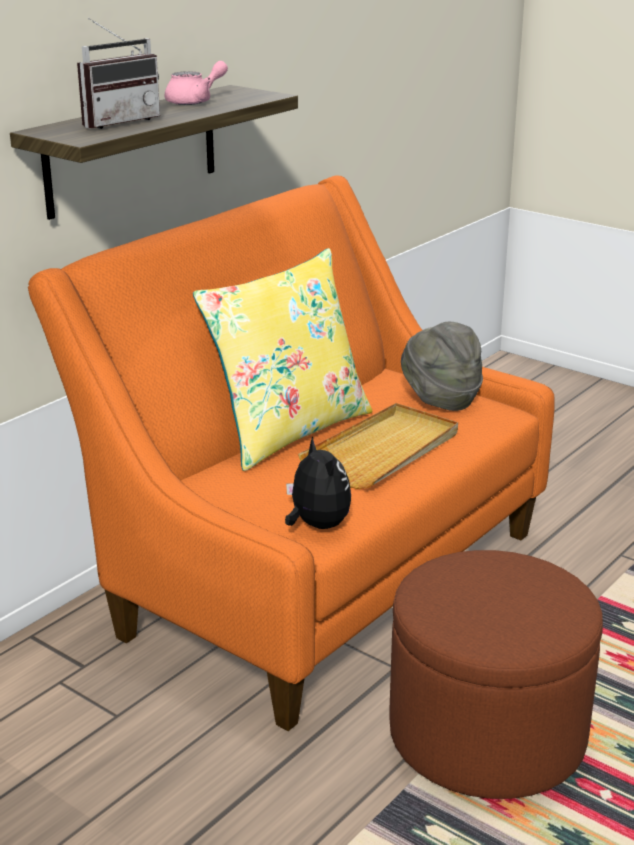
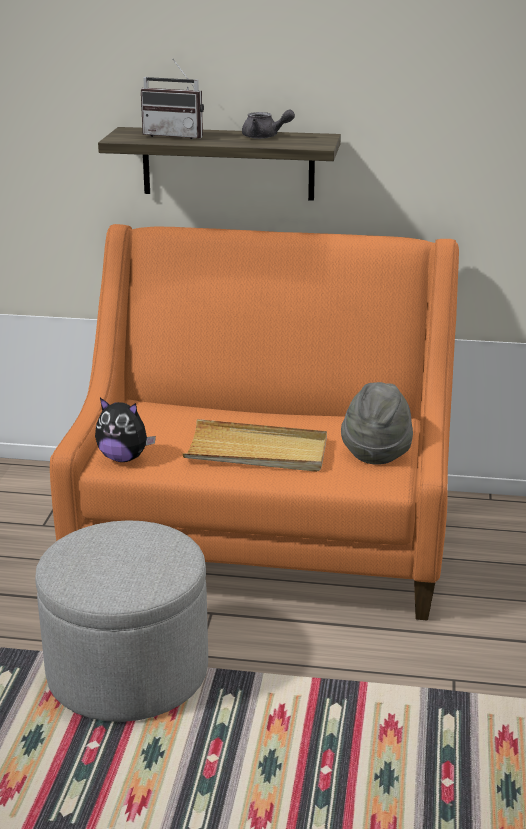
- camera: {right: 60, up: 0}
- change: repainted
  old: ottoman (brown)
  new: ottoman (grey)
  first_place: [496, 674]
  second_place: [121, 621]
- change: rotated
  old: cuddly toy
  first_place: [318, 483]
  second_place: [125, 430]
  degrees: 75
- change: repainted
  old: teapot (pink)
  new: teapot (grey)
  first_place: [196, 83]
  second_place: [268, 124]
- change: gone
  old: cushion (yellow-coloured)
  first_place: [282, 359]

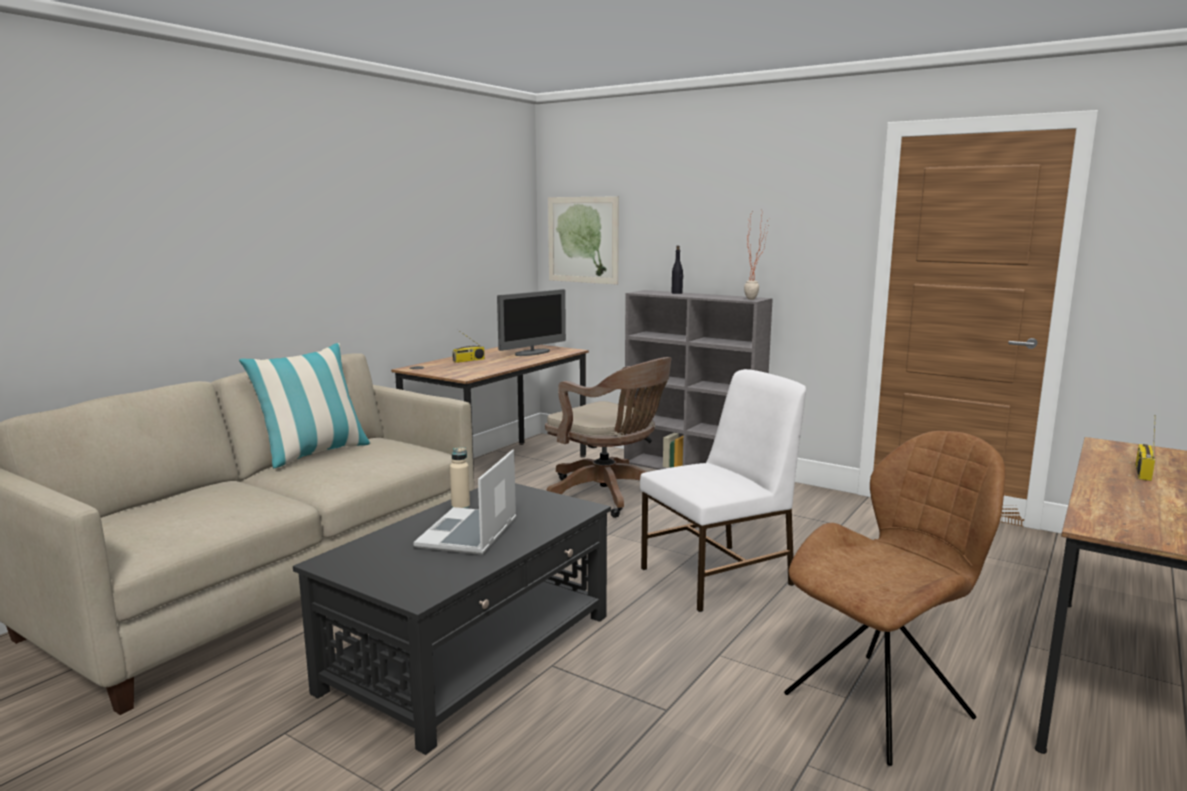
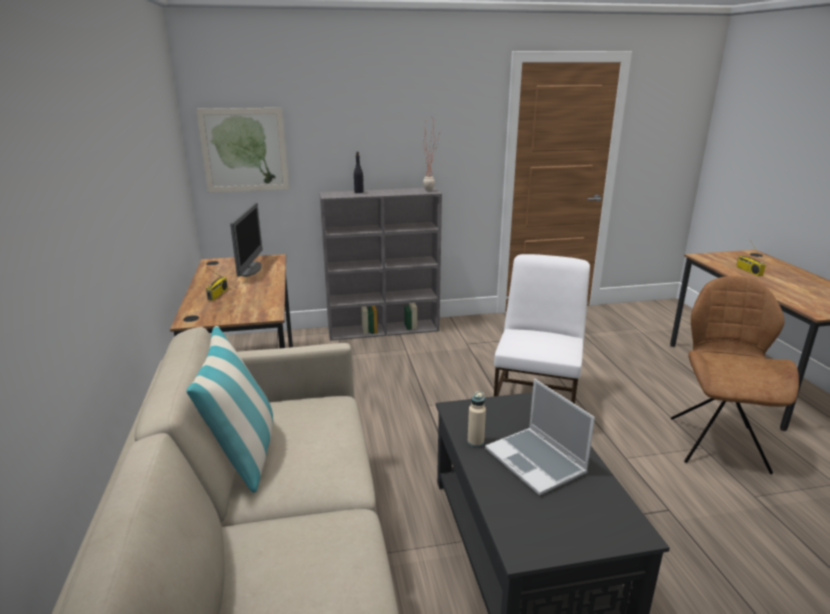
- camera: {right: -45, up: 10}
- change: gone
  old: computer chair (brown)
  first_place: [608, 437]

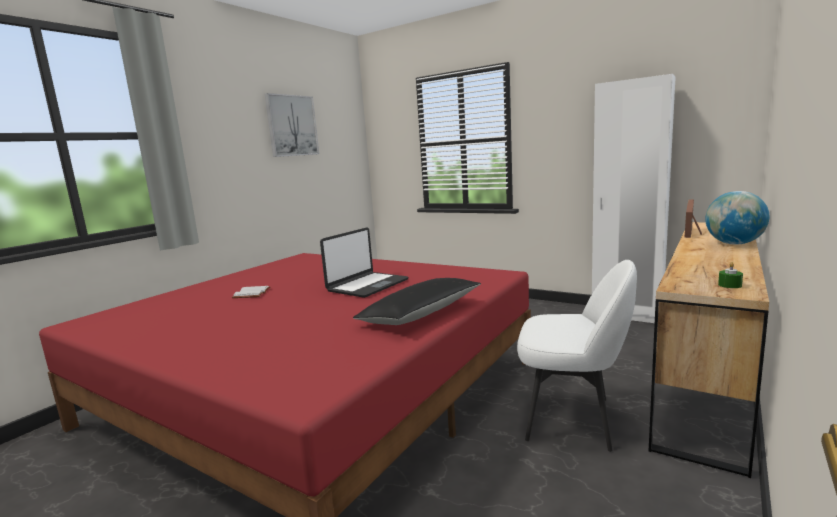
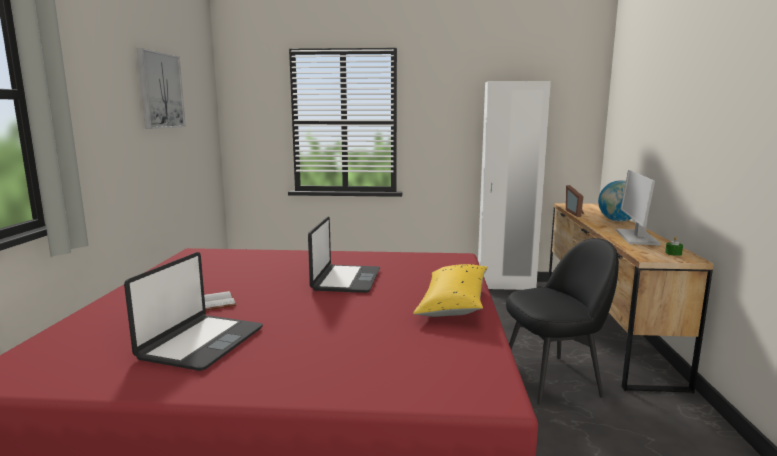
- camera: {right: -30, up: 0}
- change: new
  new: laptop
  second_place: [193, 311]
- change: repainted
  old: cushion (blackish)
  new: cushion (yellow-coloured)
  first_place: [417, 301]
  second_place: [450, 290]
- change: repainted
  old: upright chair (whitish)
  new: upright chair (blackish)
  first_place: [577, 356]
  second_place: [562, 321]
- change: new
  new: computer display
  second_place: [638, 208]

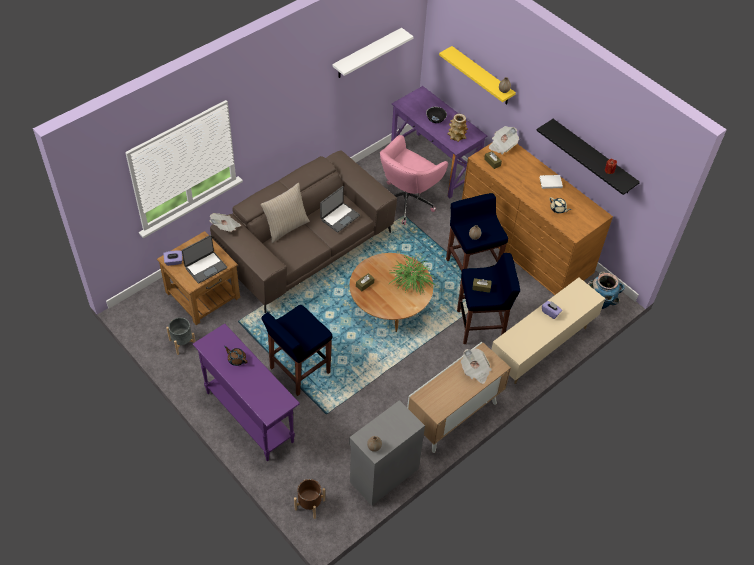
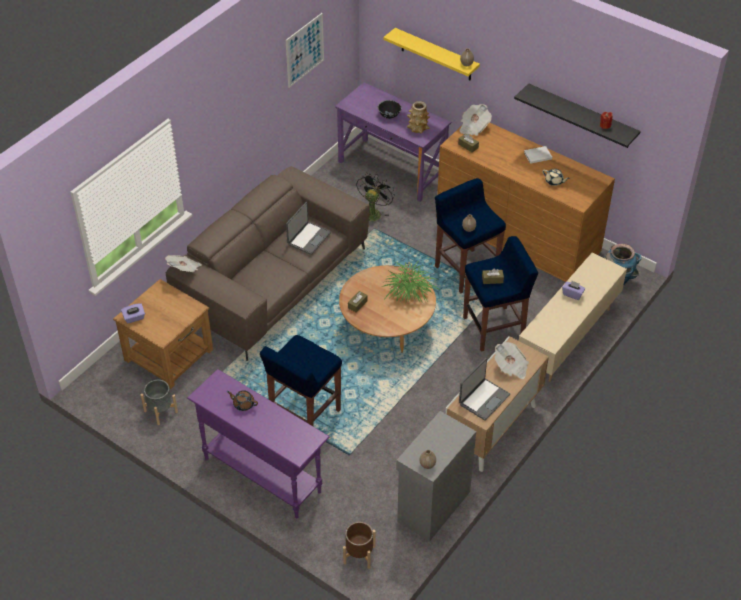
- camera: {right: -10, up: -5}
- change: swapped
  old: shelf (whitish)
  new: picture
  first_place: [373, 53]
  second_place: [305, 50]
- change: swapped
  old: computer chair (pink)
  new: fan (blackish)
  first_place: [414, 180]
  second_place: [376, 197]
- change: shifted
  old: laptop
  first_place: [204, 259]
  second_place: [484, 389]
- change: gone
  old: cushion (sand-coloured)
  first_place: [285, 213]

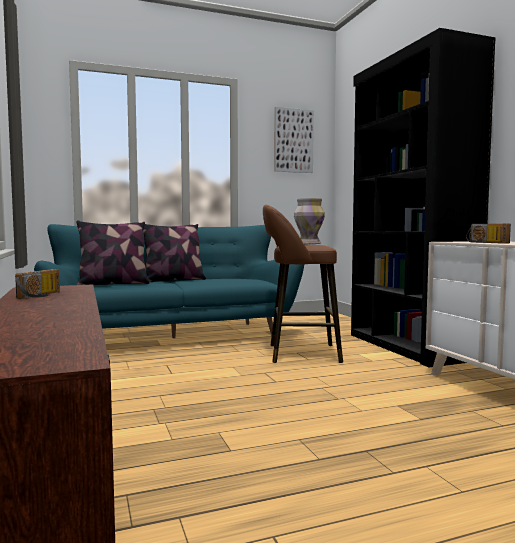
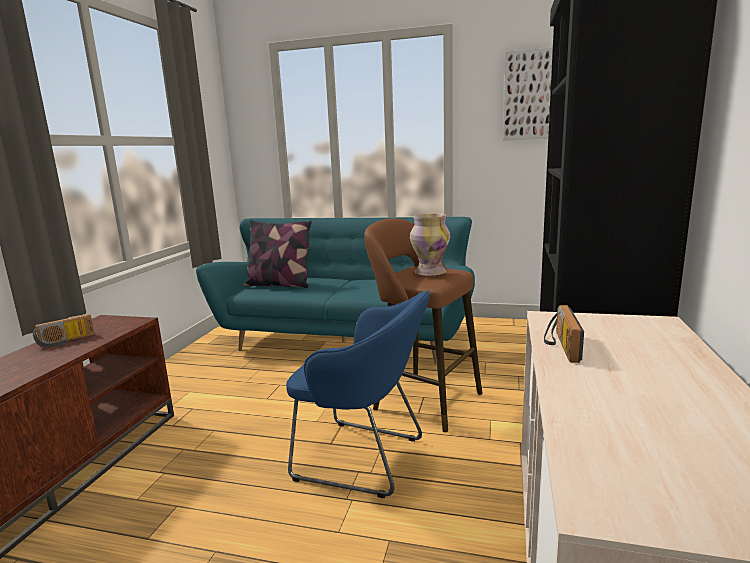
- camera: {right: 35, up: 10}
- change: new
  new: lounge chair (blue-coloured)
  second_place: [358, 394]
- change: gone
  old: cushion
  first_place: [174, 253]

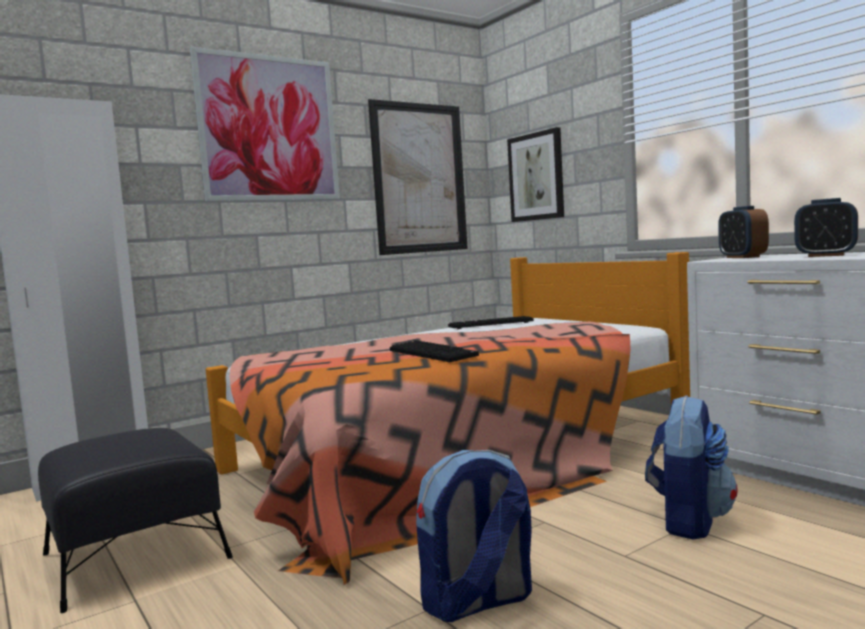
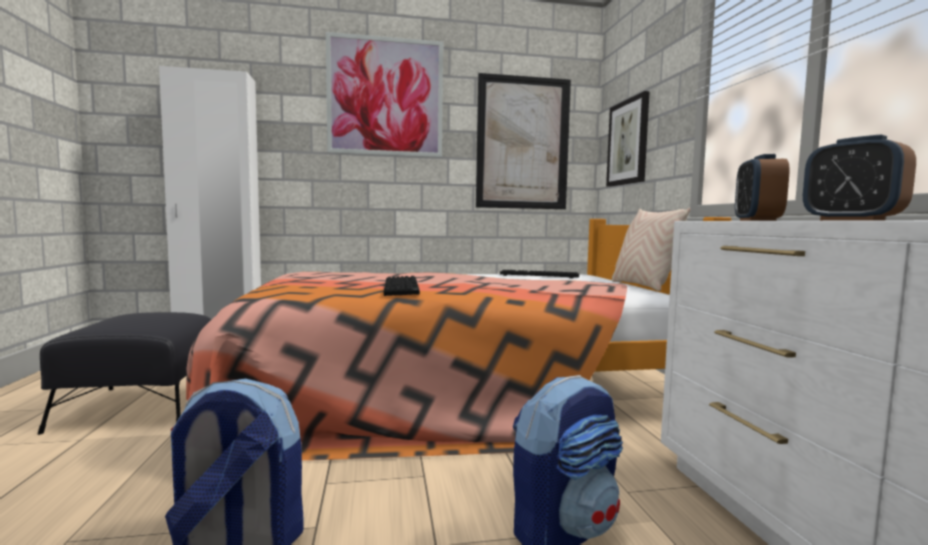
- camera: {right: 25, up: 0}
- change: new
  new: cushion (sand-coloured)
  second_place: [651, 249]

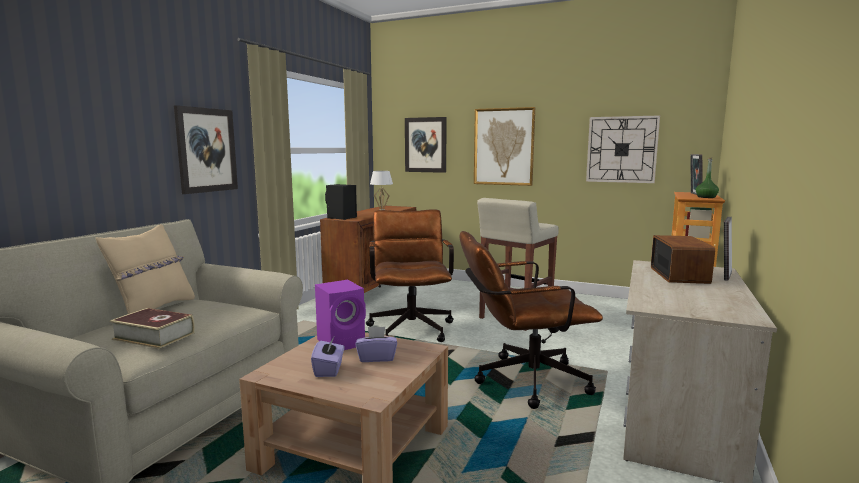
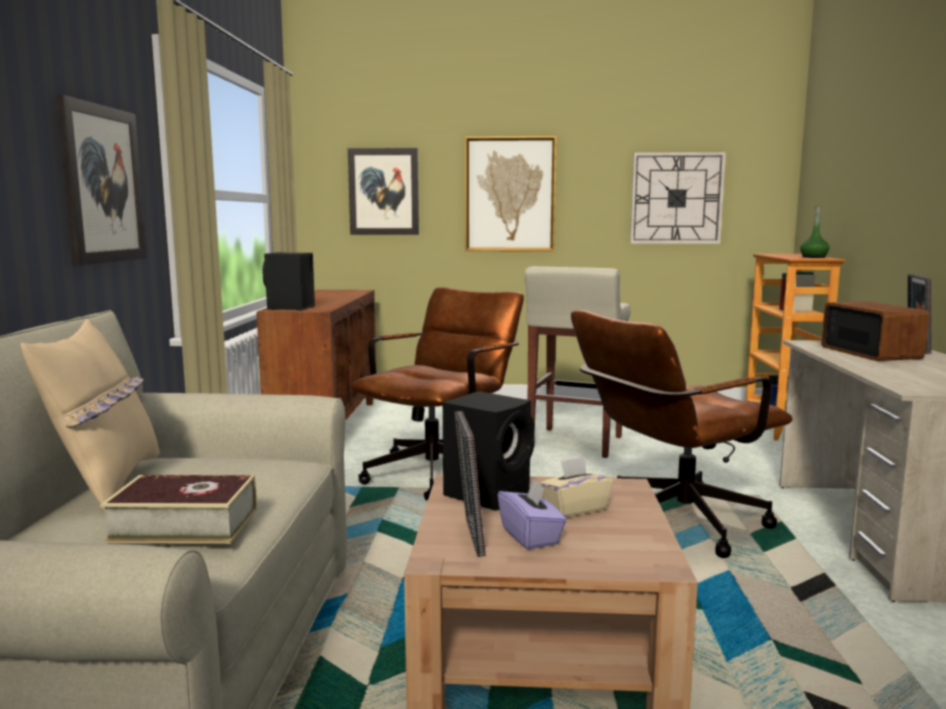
- camera: {right: -20, up: 0}
- change: rotated
  old: computer chair (brown)
  first_place: [410, 275]
  second_place: [437, 394]
  degrees: 60
- change: repainted
  old: loudspeaker (purple-coloured)
  new: loudspeaker (blackish)
  first_place: [340, 315]
  second_place: [489, 451]
- change: shifted
  old: photo frame
  first_place: [696, 174]
  second_place: [470, 484]
- change: repainted
  old: box of tissues (purple-coloured)
  new: box of tissues (sand-coloured)
  first_place: [376, 344]
  second_place: [576, 487]
- change: gone
  old: tabletop lamp (whitish)
  first_place: [381, 190]

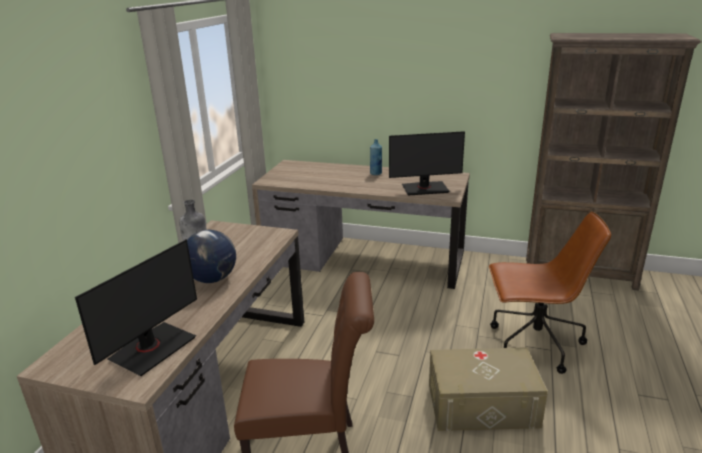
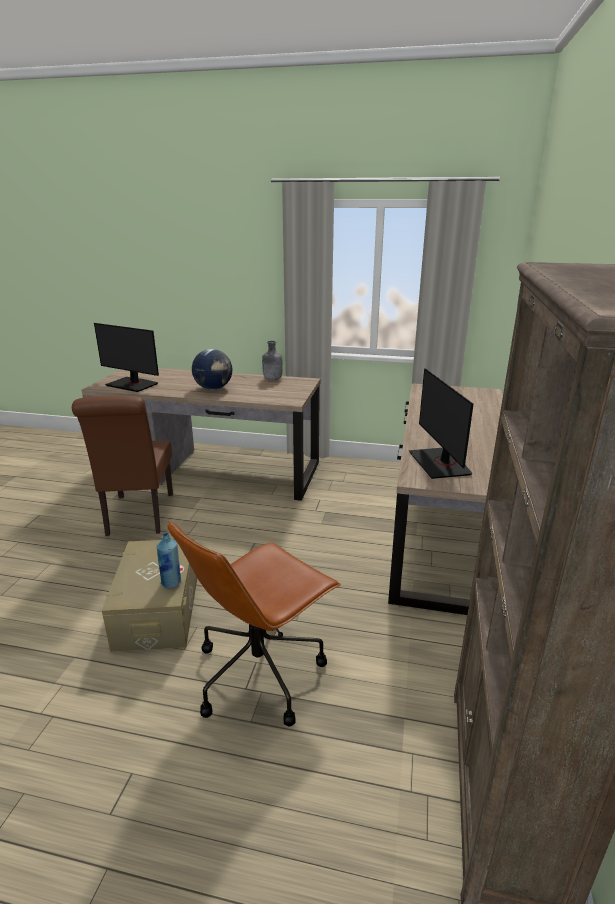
- camera: {right: 85, up: 0}
- change: shifted
  old: bottle (blue-coloured)
  first_place: [376, 157]
  second_place: [169, 560]
- change: rotated
  old: computer chair (brown)
  first_place: [550, 293]
  second_place: [254, 623]
  degrees: 45

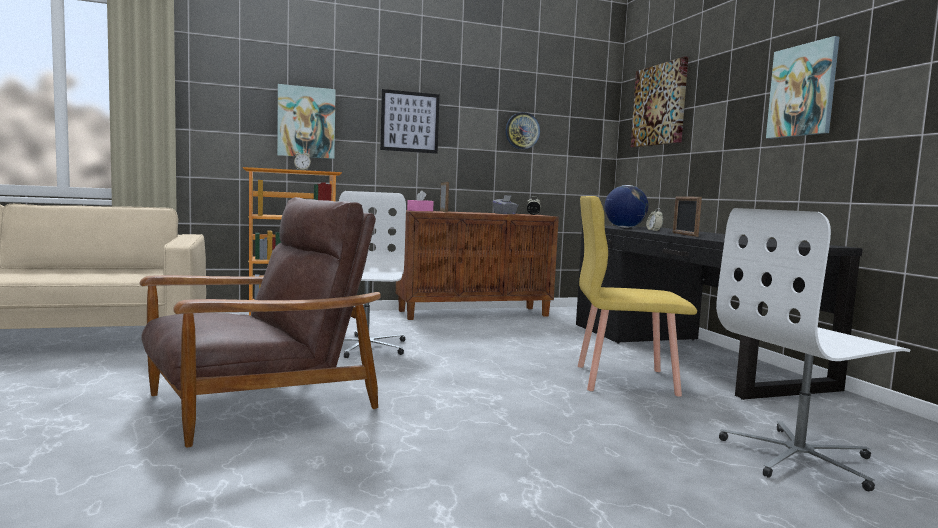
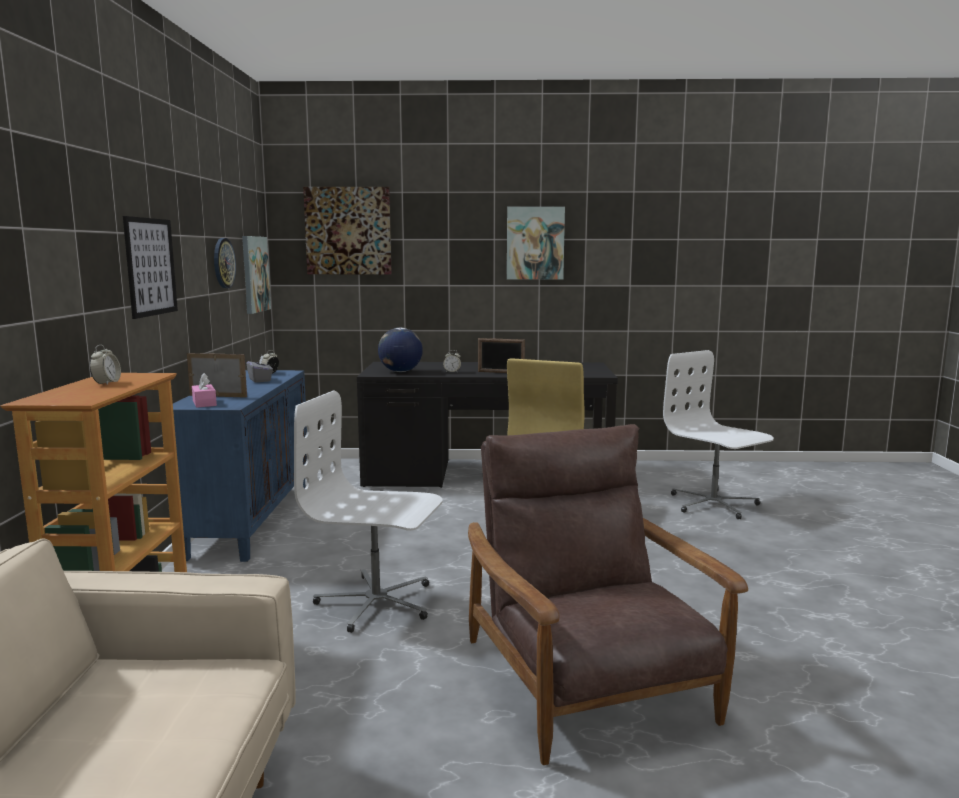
- camera: {right: -70, up: 5}
- change: repainted
  old: cupboard (brown)
  new: cupboard (blue-coloured)
  first_place: [477, 265]
  second_place: [234, 466]
- change: shifted
  old: picture
  first_place: [306, 121]
  second_place: [256, 275]
- change: rotated
  old: computer chair (whitish)
  first_place: [813, 349]
  second_place: [718, 434]
  degrees: 150

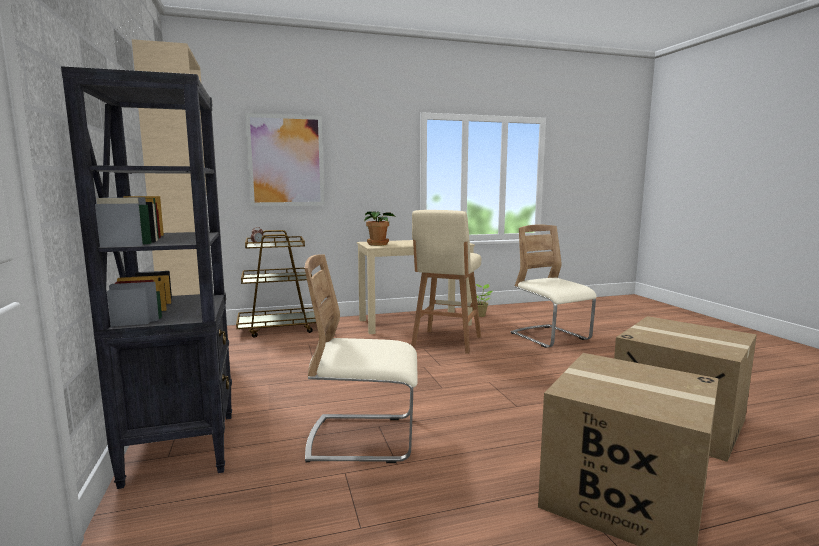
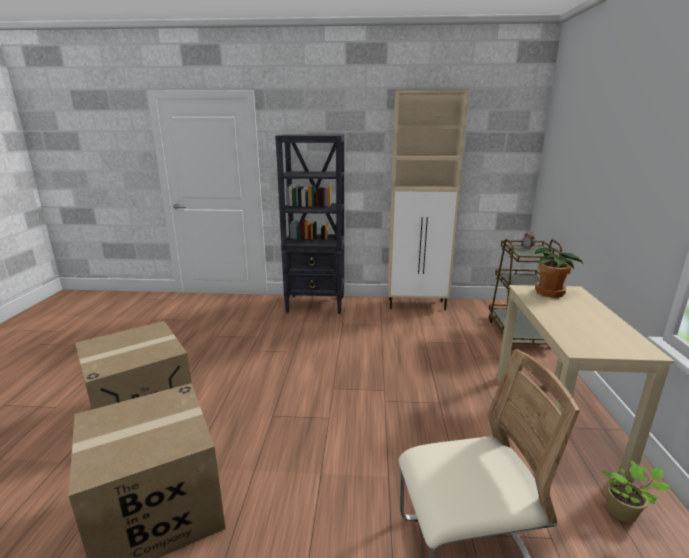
- camera: {right: 110, up: 10}
- change: gone
  old: picture
  first_place: [285, 159]
- change: gone
  old: upright chair (sand-coloured)
  first_place: [361, 359]
- change: gone
  old: stool seat (sand-coloured)
  first_place: [446, 282]

